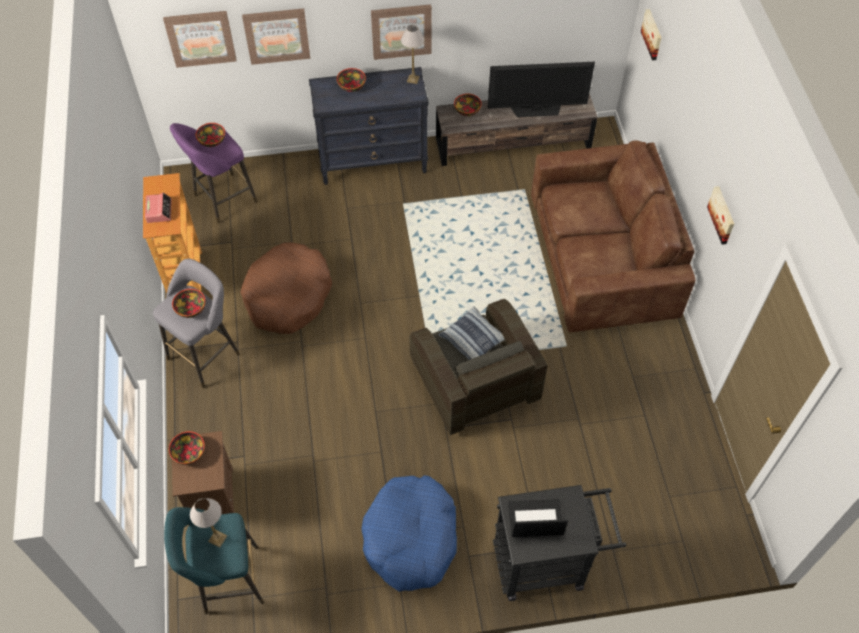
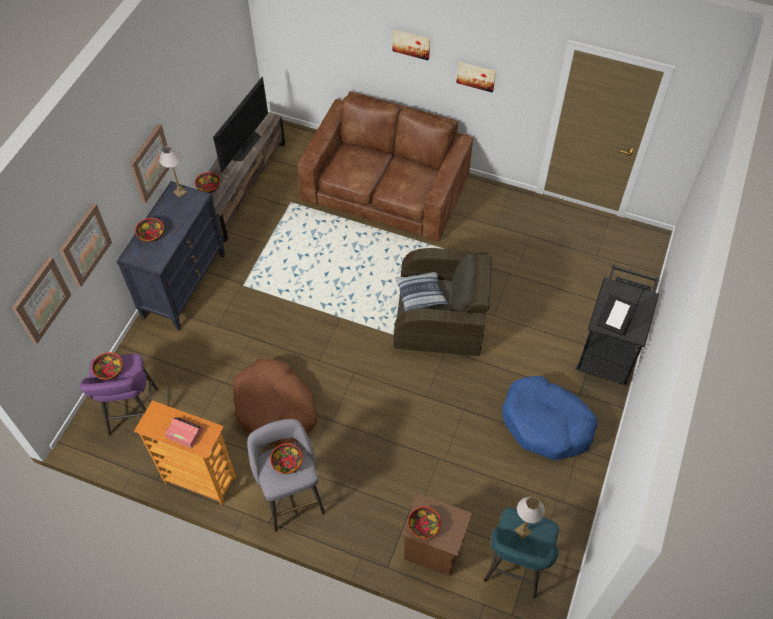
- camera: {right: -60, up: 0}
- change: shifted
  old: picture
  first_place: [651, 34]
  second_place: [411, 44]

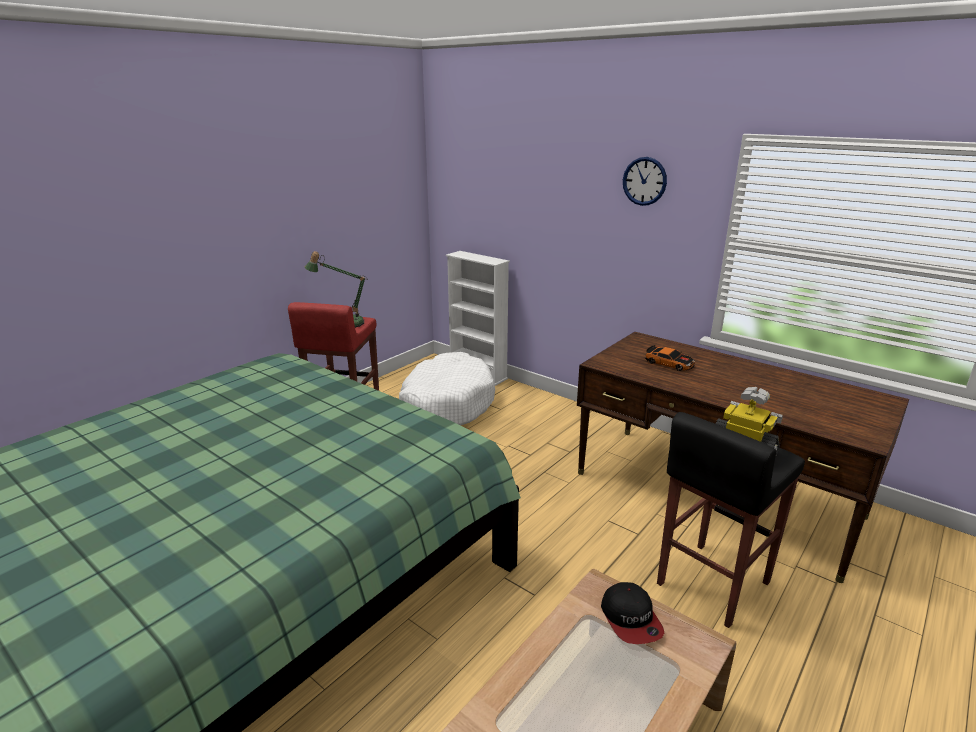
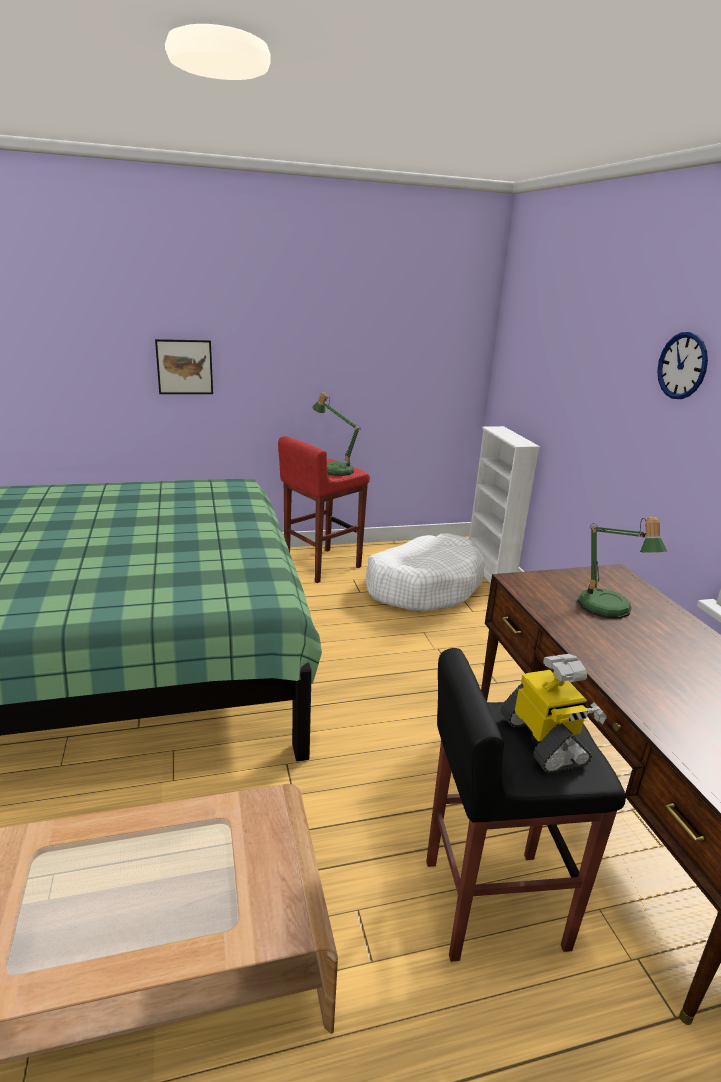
- camera: {right: 35, up: 0}
- change: new
  new: picture
  second_place: [184, 366]
- change: swapped
  old: miniature car
  new: tabletop lamp
  first_place: [670, 358]
  second_place: [622, 568]
- change: gone
  old: cap
  first_place: [632, 613]

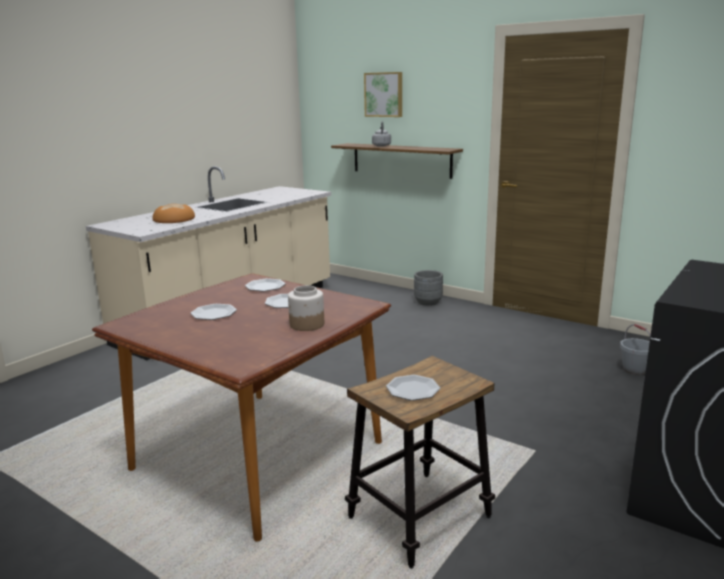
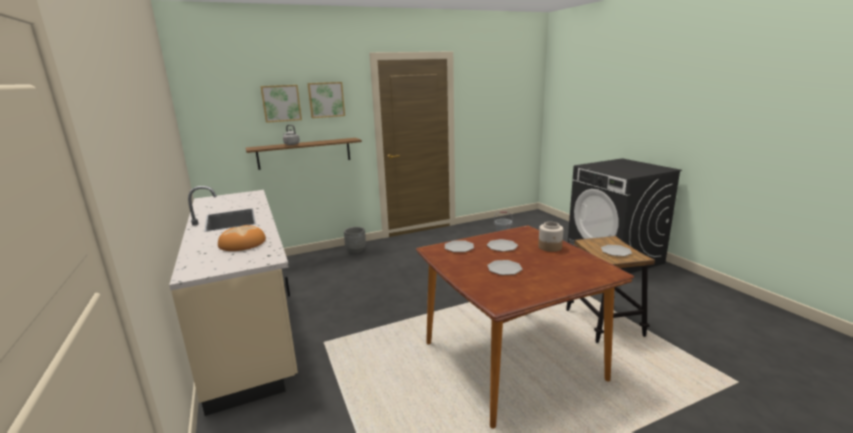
- camera: {right: -60, up: 0}
- change: new
  new: picture
  second_place: [326, 100]

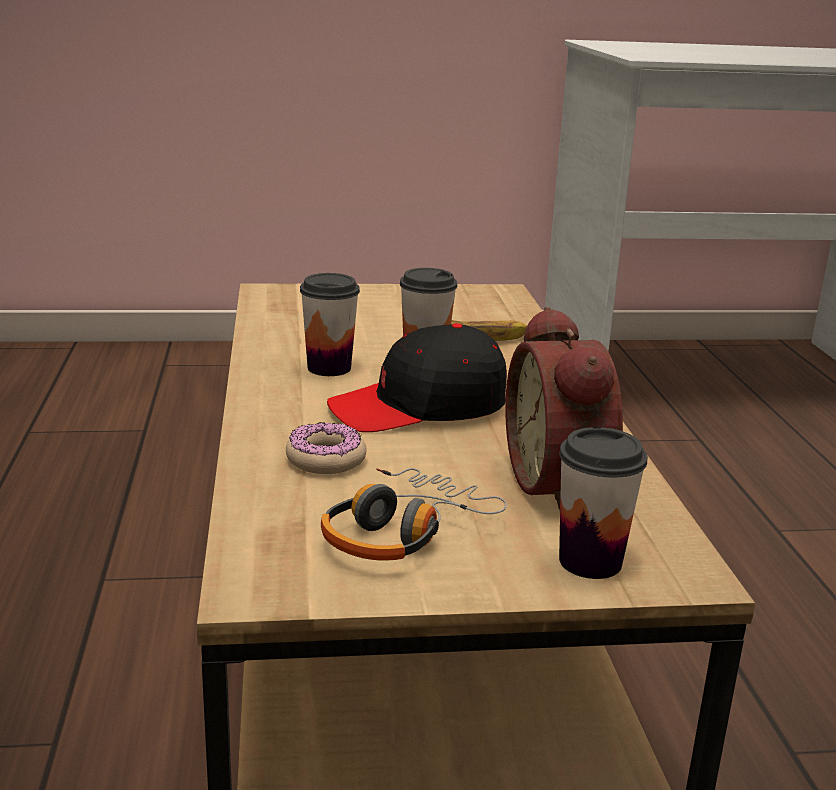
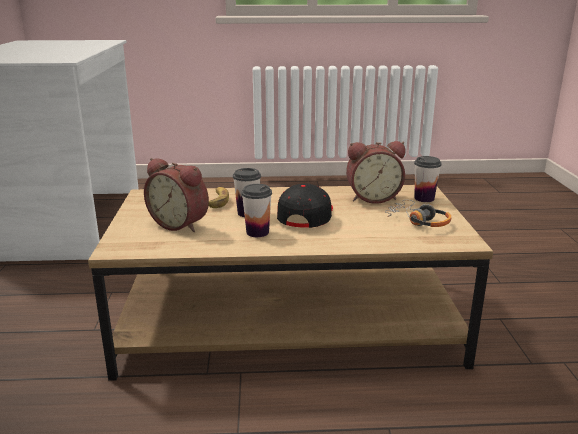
- camera: {right: -85, up: 0}
- change: new
  new: bedside clock
  second_place: [176, 195]
- change: rotated
  old: cap (blackish)
  first_place: [417, 377]
  second_place: [305, 206]
  degrees: -150
- change: gone
  old: donut
  first_place: [326, 448]

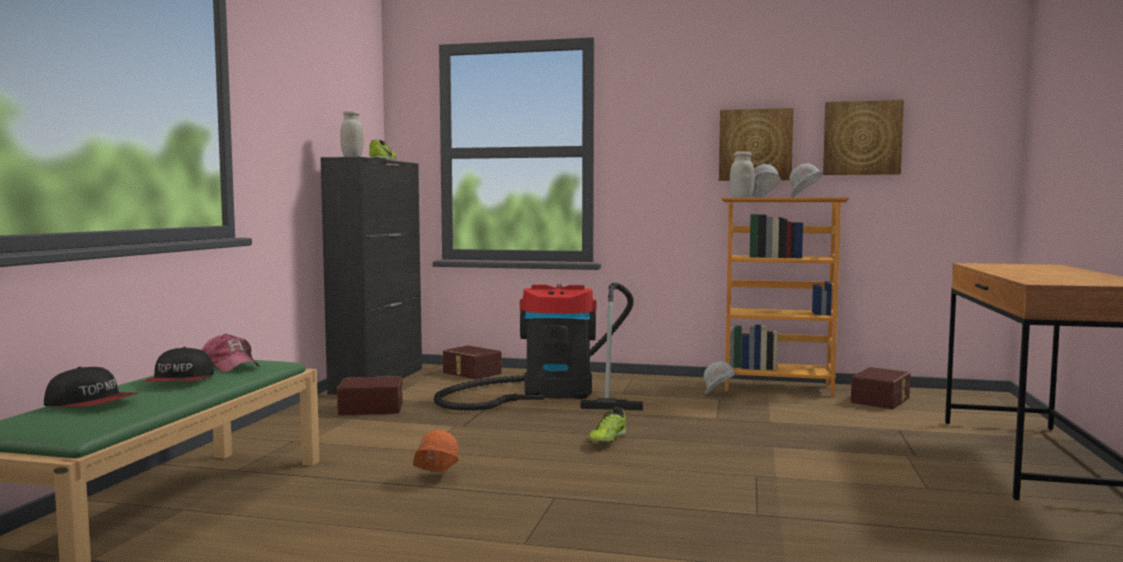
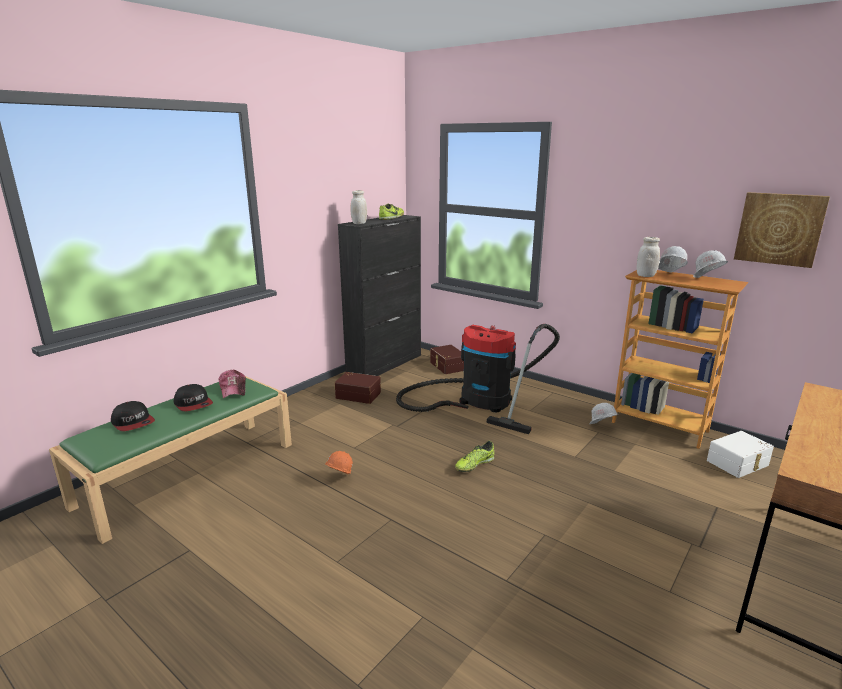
- camera: {right: 25, up: 15}
- change: rotated
  old: cap
  first_place: [178, 364]
  second_place: [193, 397]
  degrees: -60
- change: repainted
  old: storage container (brown)
  new: storage container (whitish)
  first_place: [880, 388]
  second_place: [740, 454]
- change: gone
  old: picture
  first_place: [756, 144]

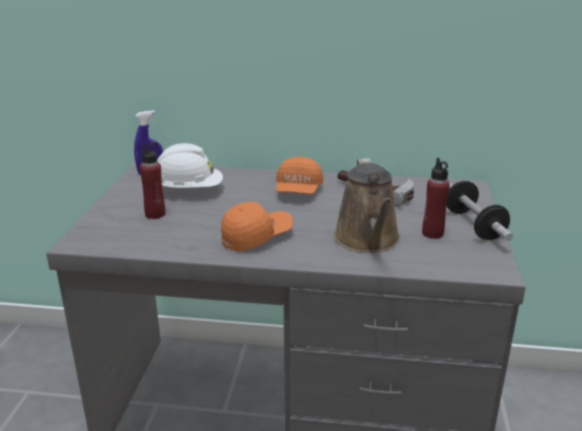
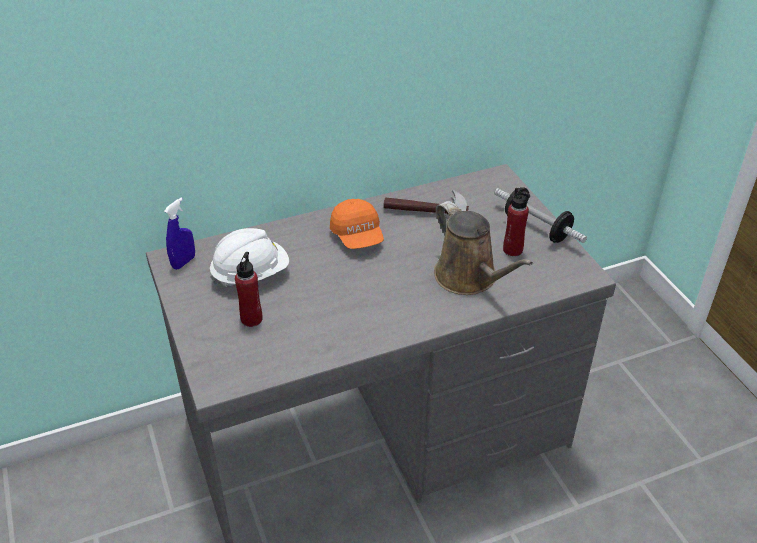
- camera: {right: -30, up: 15}
- change: gone
  old: cap (orange)
  first_place: [257, 226]

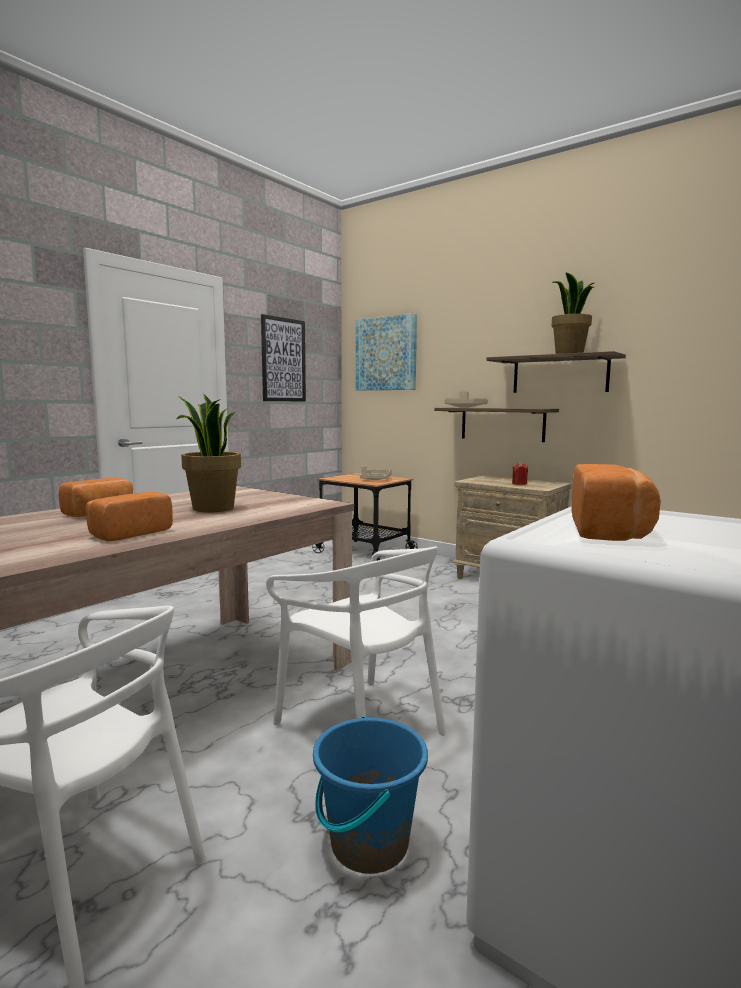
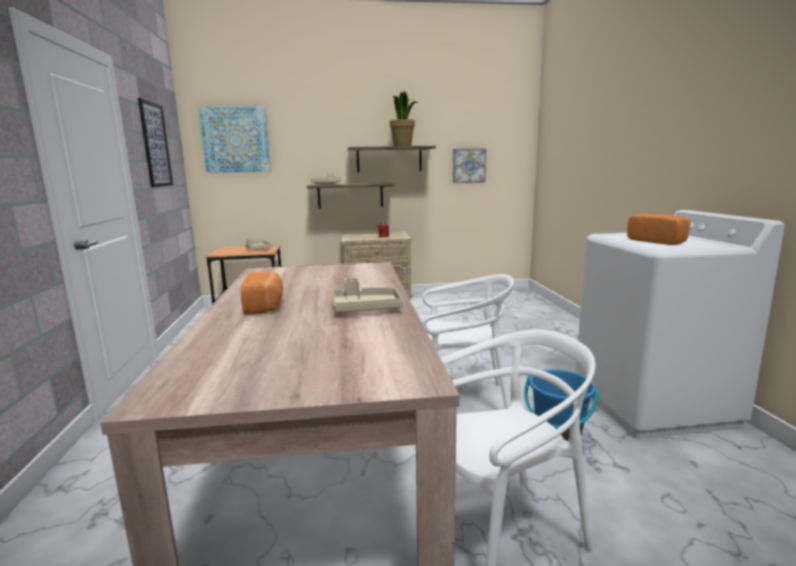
- camera: {right: -45, up: 5}
- change: swapped
  old: bakery bread
  new: carrying tray (sand-coloured)
  first_place: [129, 516]
  second_place: [367, 294]
- change: new
  new: picture
  second_place: [469, 165]
- change: gone
  old: potted plant
  first_place: [208, 453]

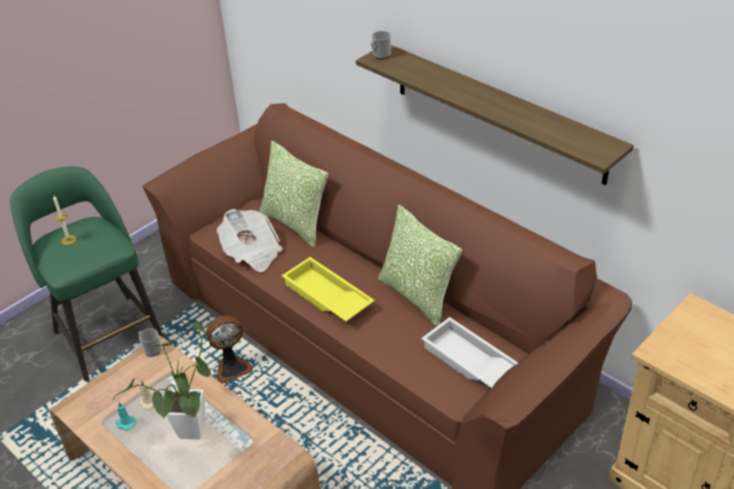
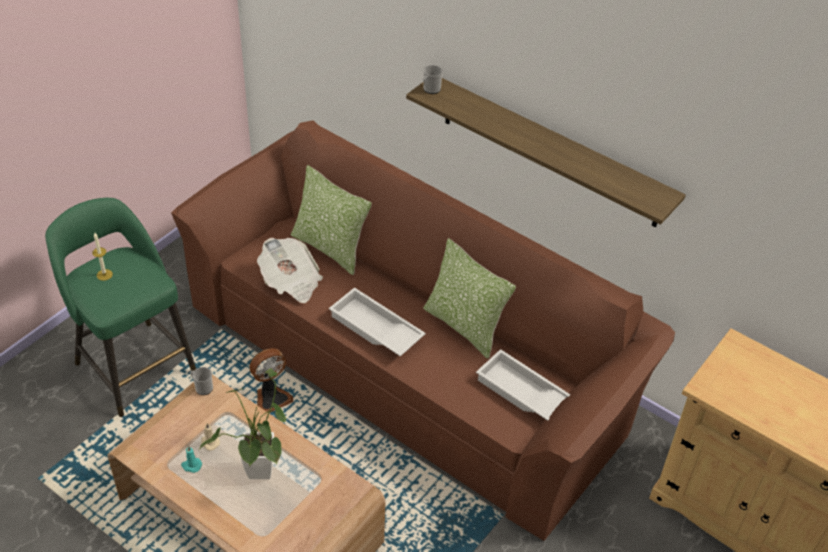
- camera: {right: -10, up: 5}
- change: repainted
  old: carrying tray (yellow-coloured)
  new: carrying tray (whitish)
  first_place: [328, 289]
  second_place: [377, 321]

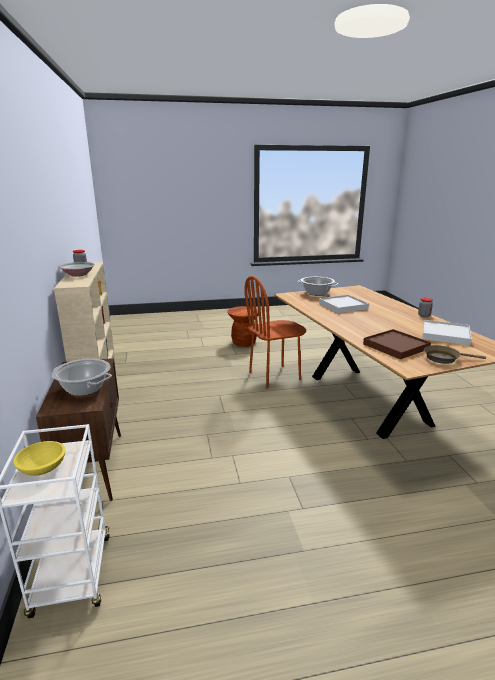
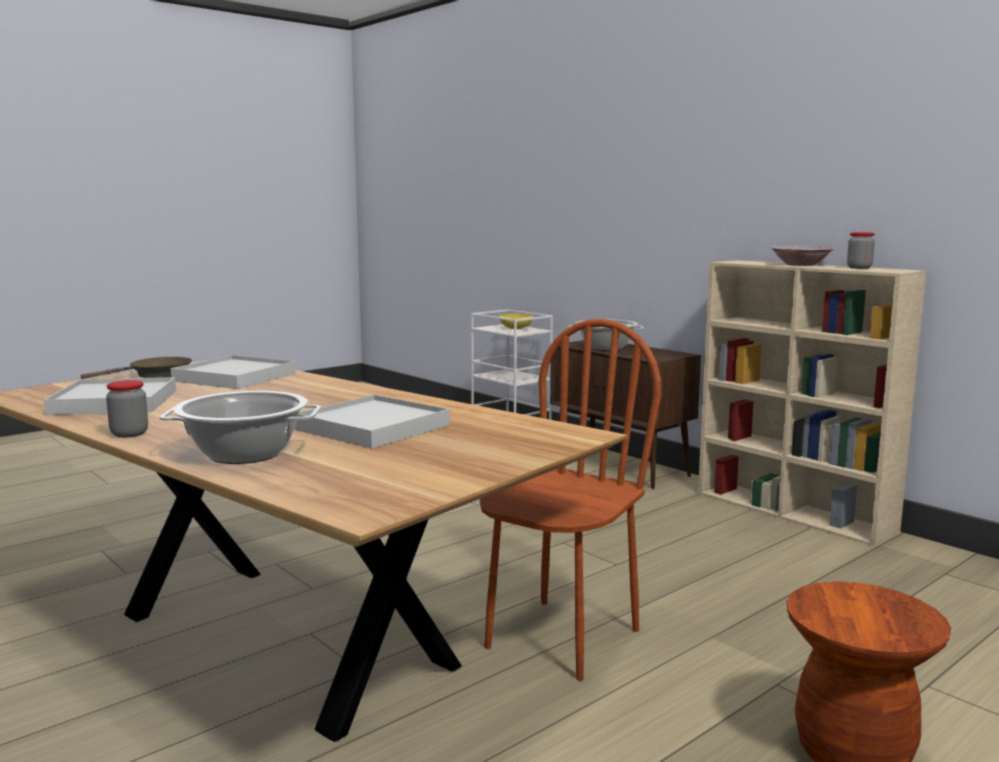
- camera: {right: 150, up: -10}
- change: shifted
  old: cooking pot
  first_place: [317, 286]
  second_place: [240, 427]
- change: repainted
  old: carrying tray (brown)
  new: carrying tray (whitish)
  first_place: [397, 344]
  second_place: [233, 372]

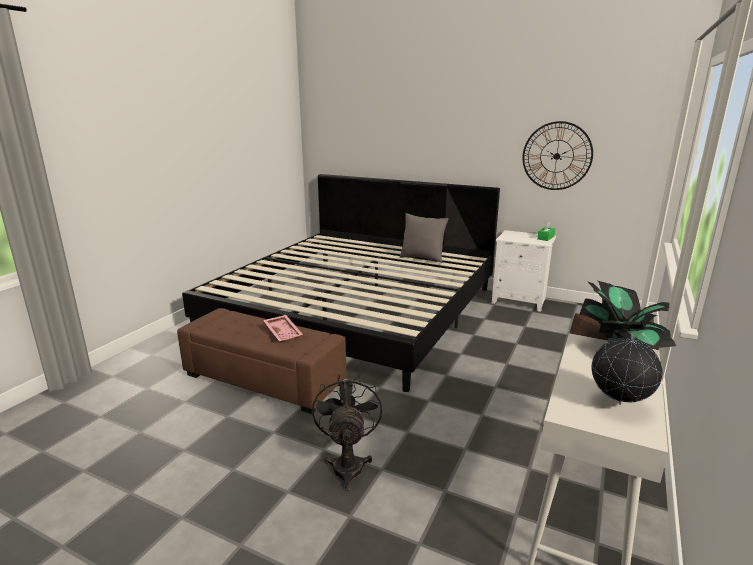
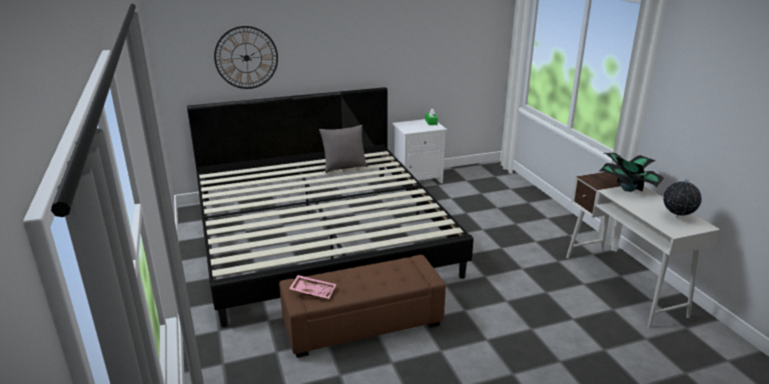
- camera: {right: -45, up: 5}
- change: shifted
  old: wall clock
  first_place: [557, 155]
  second_place: [246, 57]
- change: shifted
  old: carrying tray (pink)
  first_place: [283, 328]
  second_place: [313, 287]
- change: gone
  old: fan (blackish)
  first_place: [347, 432]

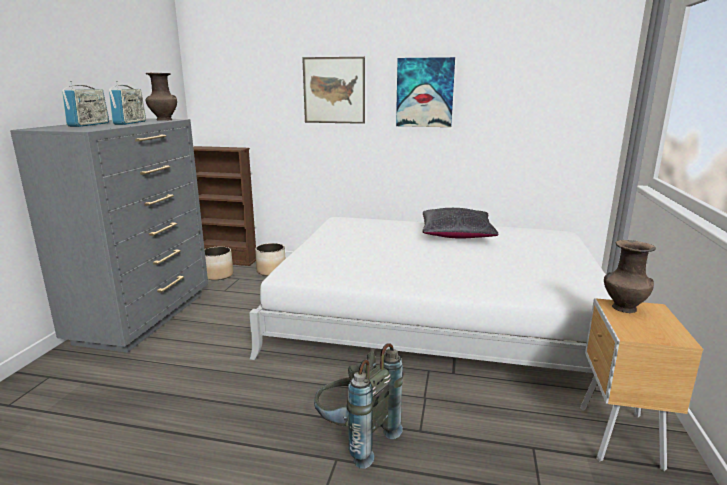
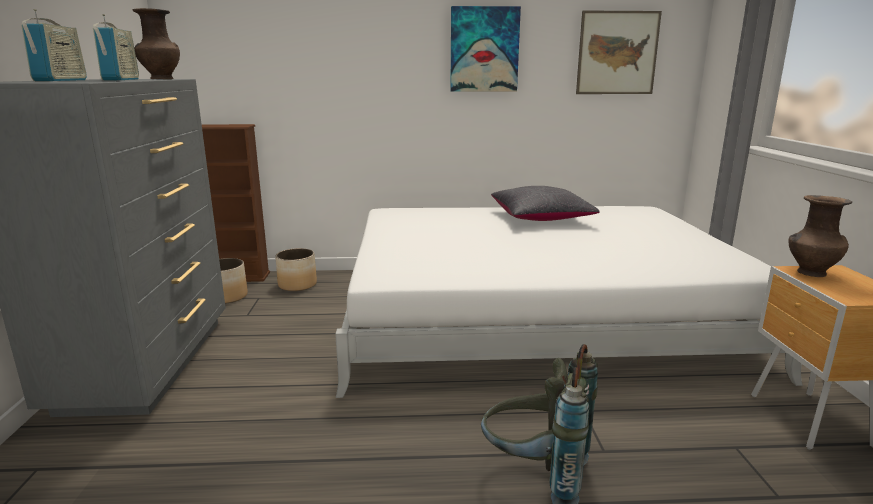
- camera: {right: -15, up: 0}
- change: shifted
  old: picture
  first_place: [333, 90]
  second_place: [619, 52]

